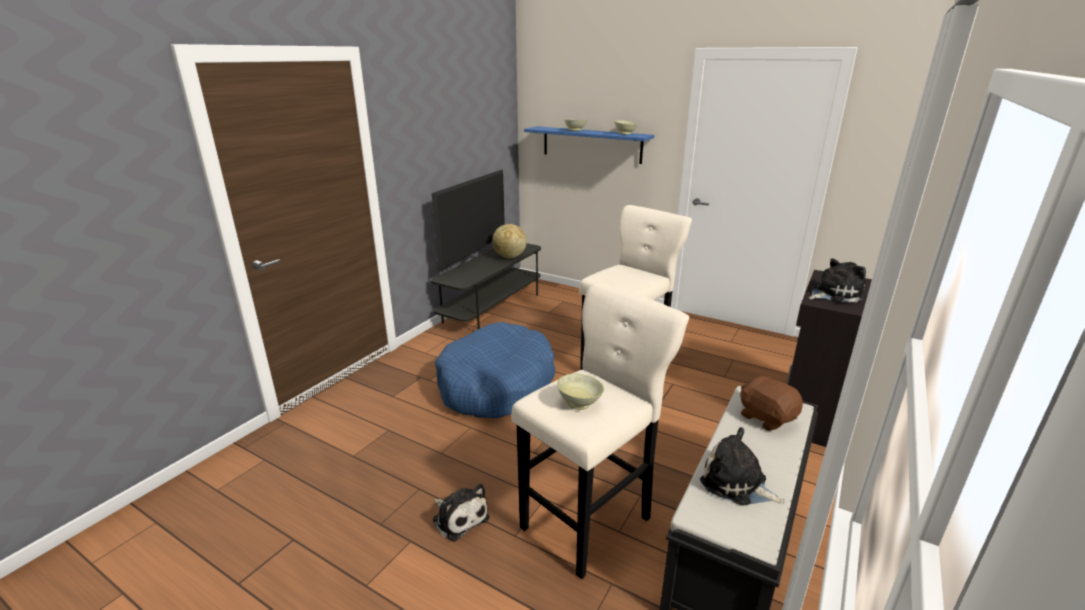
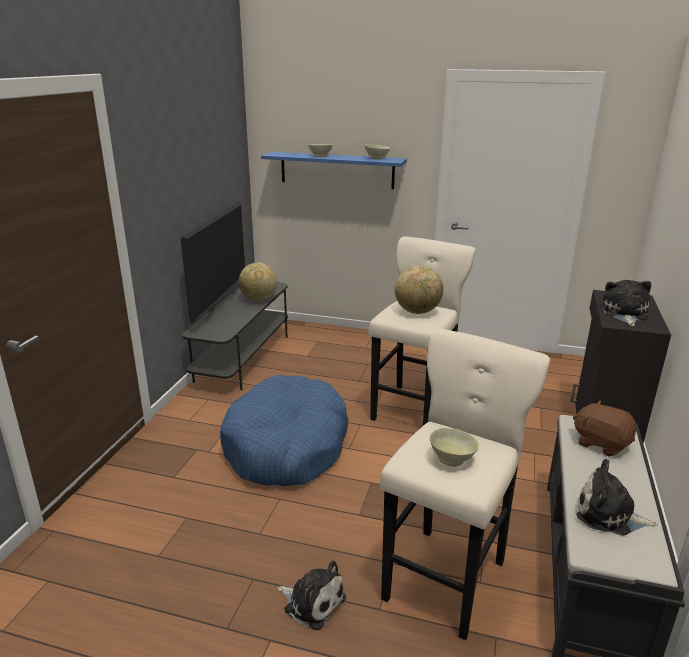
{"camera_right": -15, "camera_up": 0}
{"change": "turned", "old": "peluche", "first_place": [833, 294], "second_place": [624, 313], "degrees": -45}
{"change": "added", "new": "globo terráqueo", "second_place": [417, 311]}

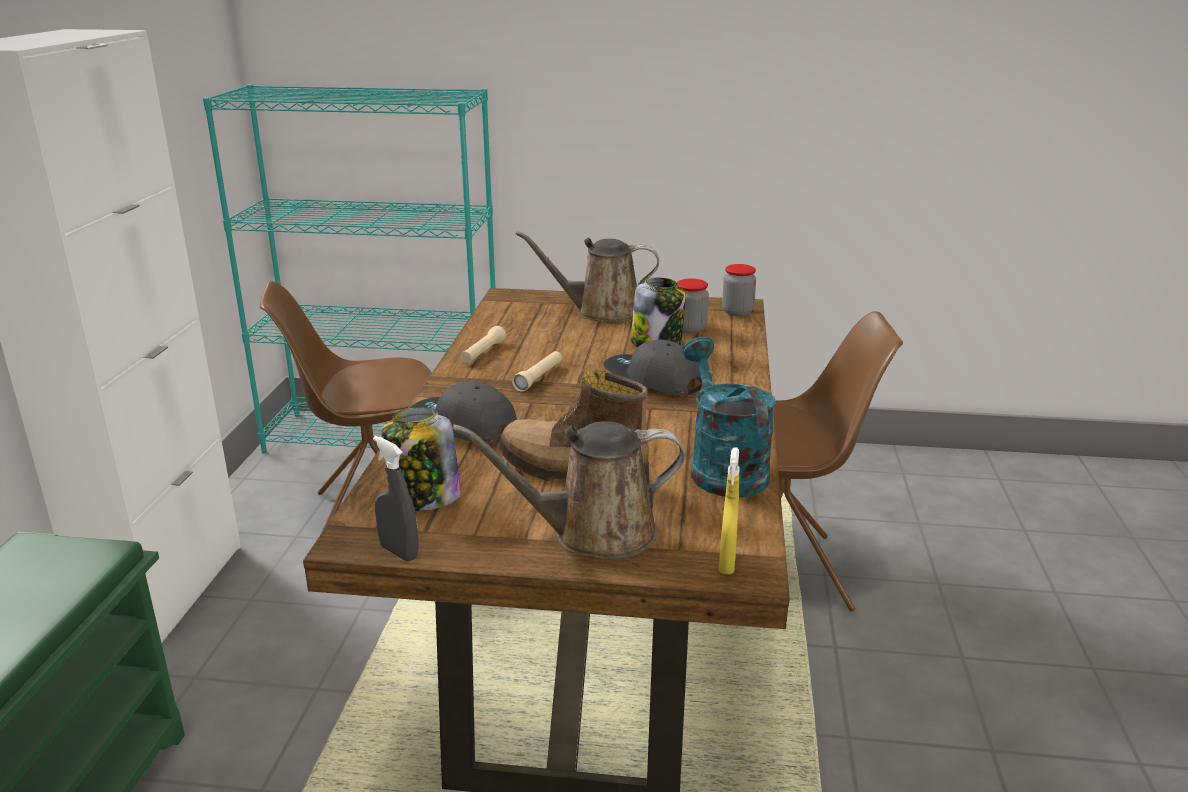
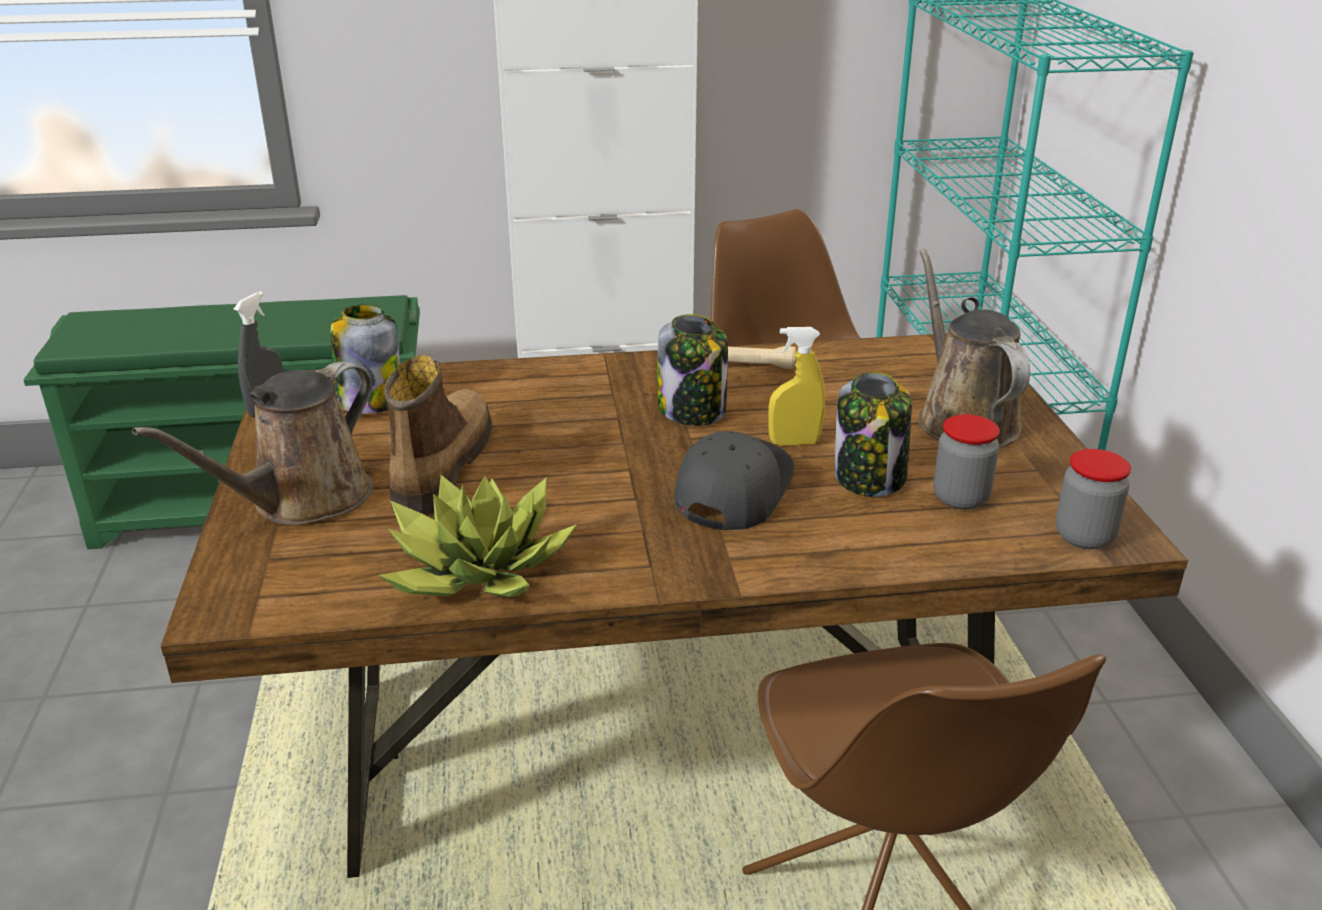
{"camera_right": 75, "camera_up": 5}
{"change": "replaced", "old": "regadera (turquesa)", "new": "planta en maceta", "first_place": [722, 467], "second_place": [474, 571]}
{"change": "replaced", "old": "linterna (beis)", "new": "tarro", "first_place": [539, 377], "second_place": [693, 410]}
{"change": "removed", "old": "gorra (gris)", "first_place": [463, 426]}
{"change": "turned", "old": "regadera (marrón)", "first_place": [593, 533], "second_place": [302, 501], "degrees": -120}
{"change": "moved", "old": "pulverizador (amarillo)", "first_place": [727, 563], "second_place": [794, 443]}

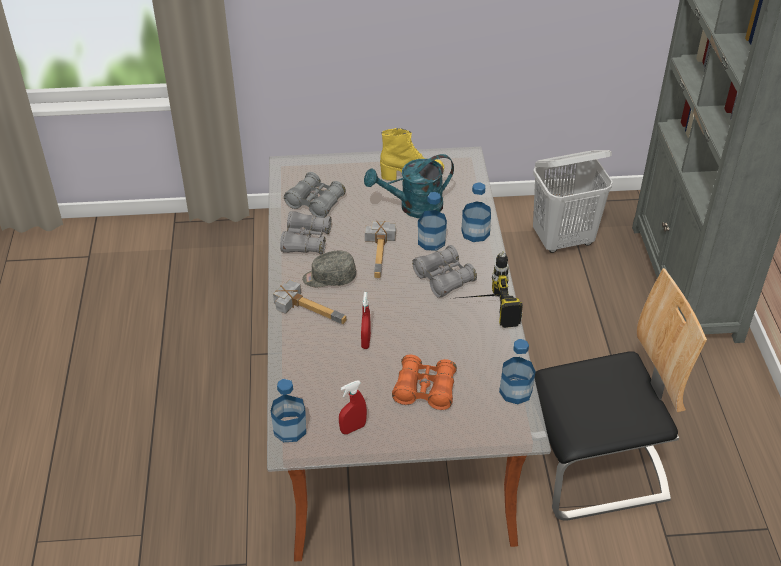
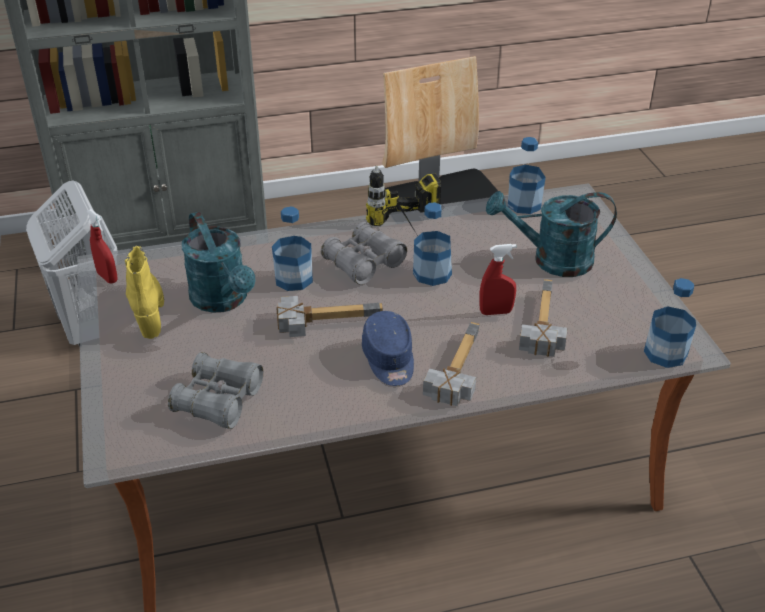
{"camera_right": -100, "camera_up": -5}
{"change": "moved", "old": "botella", "first_place": [475, 232], "second_place": [432, 273]}
{"change": "removed", "old": "prismáticos (gris)", "first_place": [306, 241]}
{"change": "recoloured", "old": "gorra (gris)", "new": "gorra (azul)", "first_place": [329, 278], "second_place": [389, 360]}
{"change": "replaced", "old": "prismáticos (naranja)", "new": "regadera (turquesa)", "first_place": [425, 390], "second_place": [551, 260]}
{"change": "moved", "old": "pulverizador (rojo)", "first_place": [353, 428], "second_place": [107, 277]}
{"change": "added", "new": "martillo", "second_place": [537, 323]}

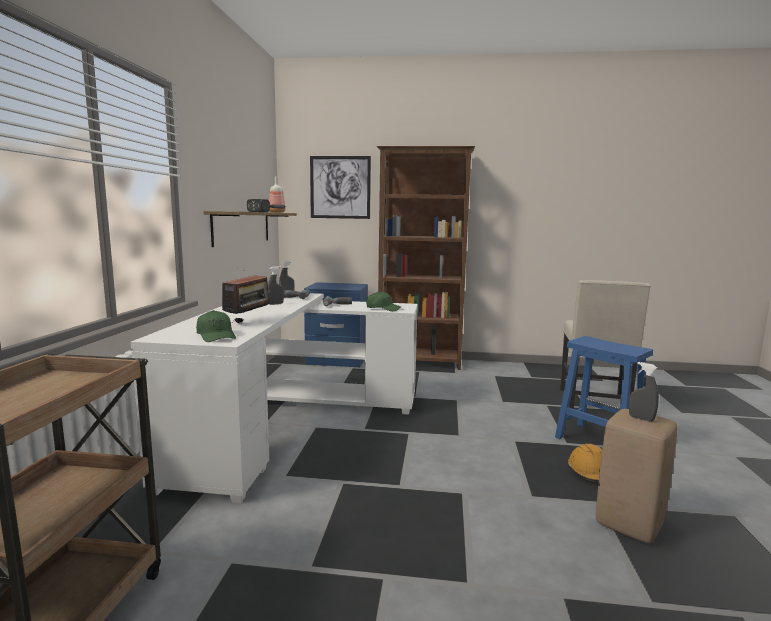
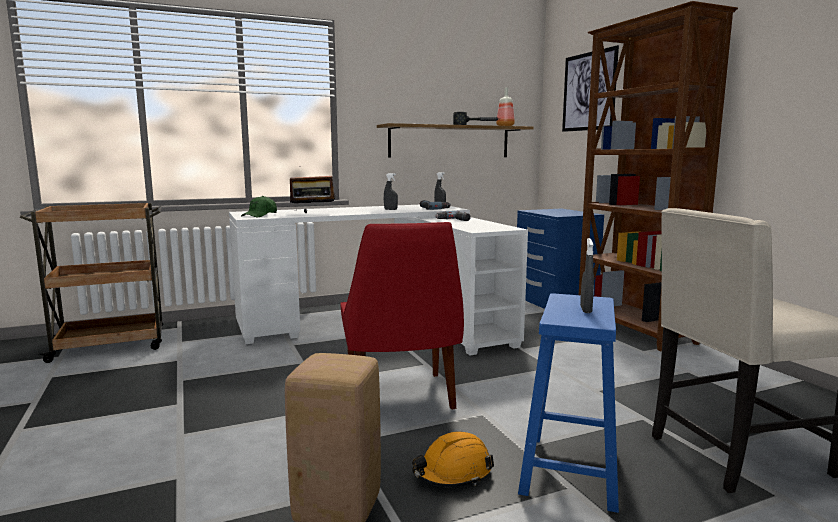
{"camera_right": 60, "camera_up": 0}
{"change": "removed", "old": "gorra (verde)", "first_place": [383, 308]}
{"change": "moved", "old": "pulverizador (gris)", "first_place": [641, 418], "second_place": [586, 310]}
{"change": "added", "new": "silla (rojo)", "second_place": [400, 397]}

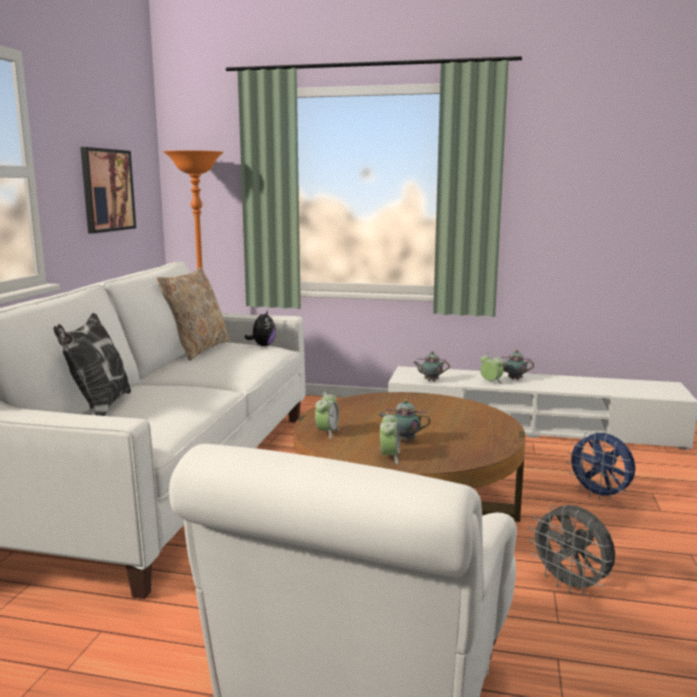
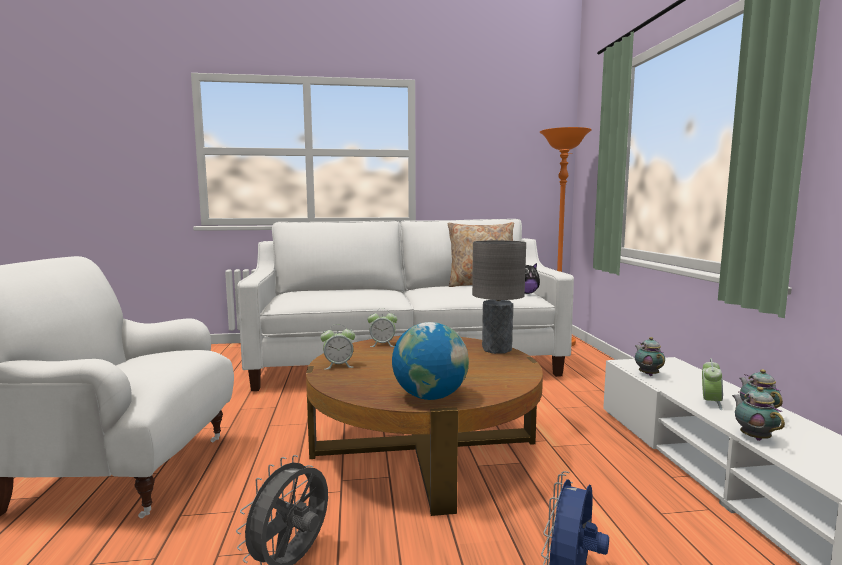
{"camera_right": 70, "camera_up": -5}
{"change": "removed", "old": "cuadro", "first_place": [107, 190]}
{"change": "removed", "old": "cojín", "first_place": [99, 408]}
{"change": "moved", "old": "tetera", "first_place": [403, 441], "second_place": [753, 437]}
{"change": "added", "new": "lámpara de mesa (gris)", "second_place": [497, 350]}
{"change": "added", "new": "globo terráqueo", "second_place": [430, 397]}

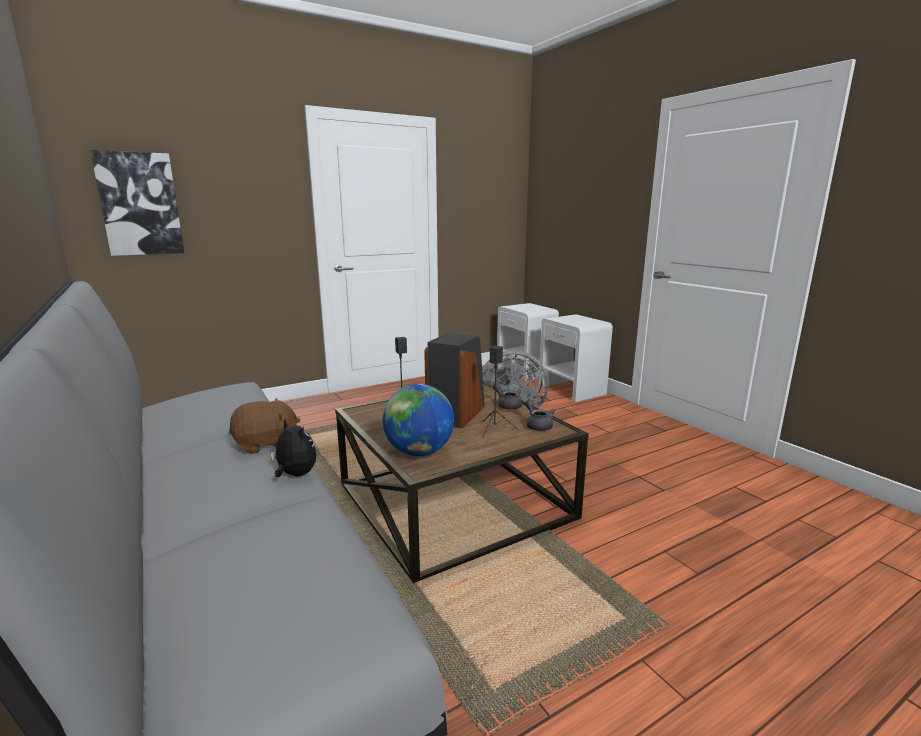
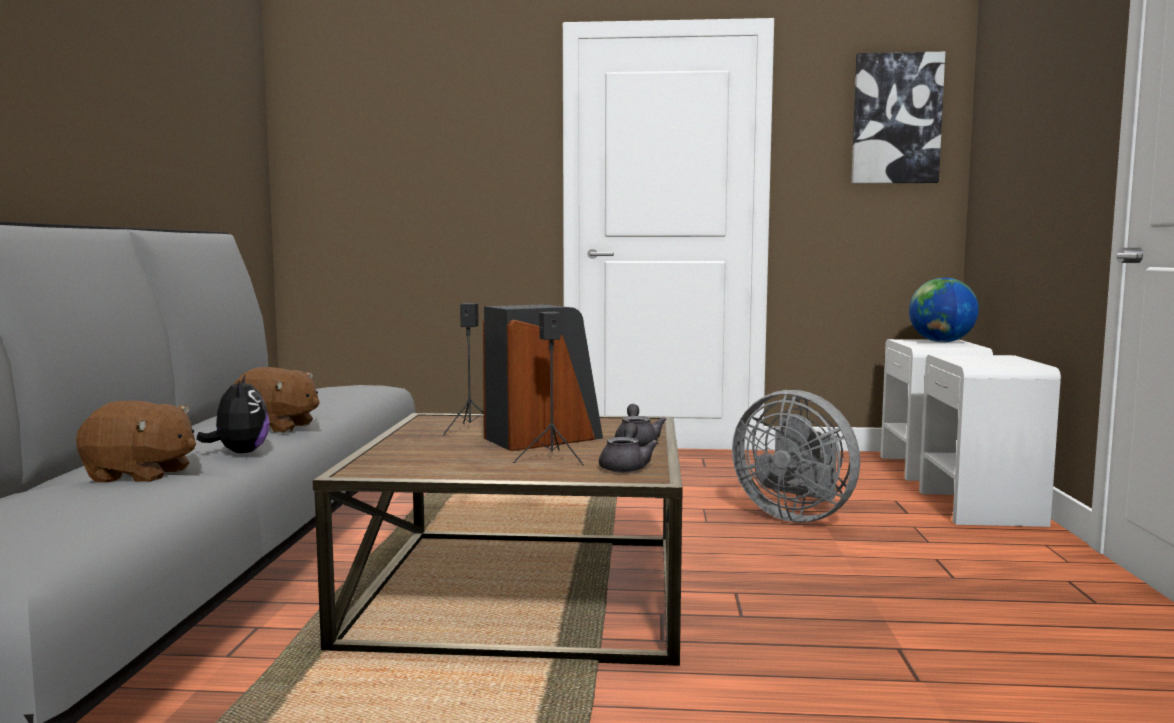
{"camera_right": 35, "camera_up": -10}
{"change": "moved", "old": "cuadro", "first_place": [140, 204], "second_place": [896, 119]}
{"change": "moved", "old": "globo terráqueo", "first_place": [419, 452], "second_place": [941, 342]}
{"change": "added", "new": "peluche (marrón)", "second_place": [140, 476]}

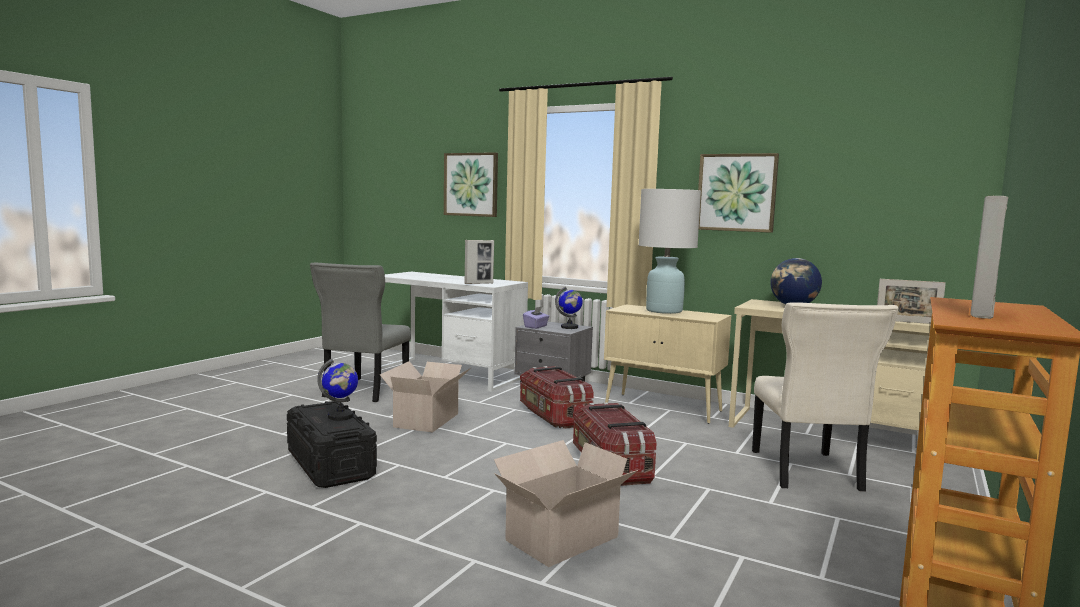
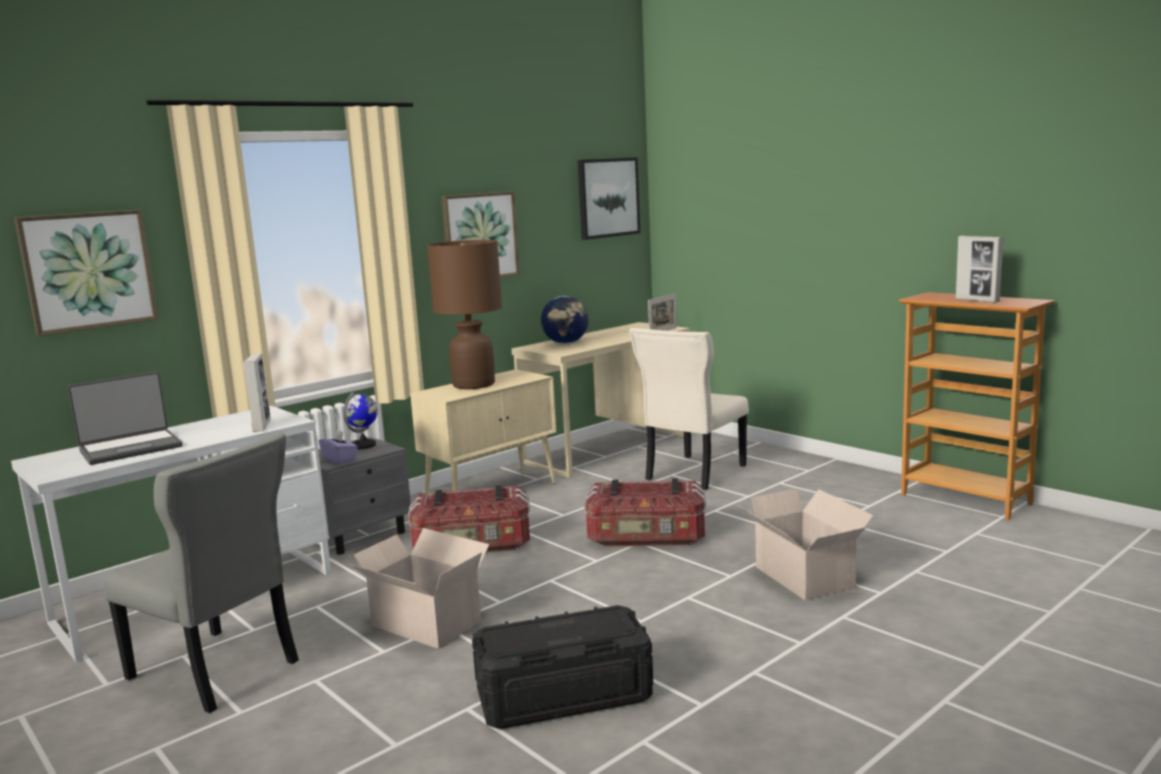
{"camera_right": -70, "camera_up": 5}
{"change": "recoloured", "old": "lámpara de mesa (blanco)", "new": "lámpara de mesa (marrón)", "first_place": [664, 311], "second_place": [474, 384]}
{"change": "turned", "old": "silla (beis)", "first_place": [806, 472], "second_place": [693, 474], "degrees": 105}
{"change": "removed", "old": "globo terráqueo", "first_place": [340, 417]}
{"change": "added", "new": "cuadro", "second_place": [607, 197]}
{"change": "added", "new": "portátil", "second_place": [131, 448]}

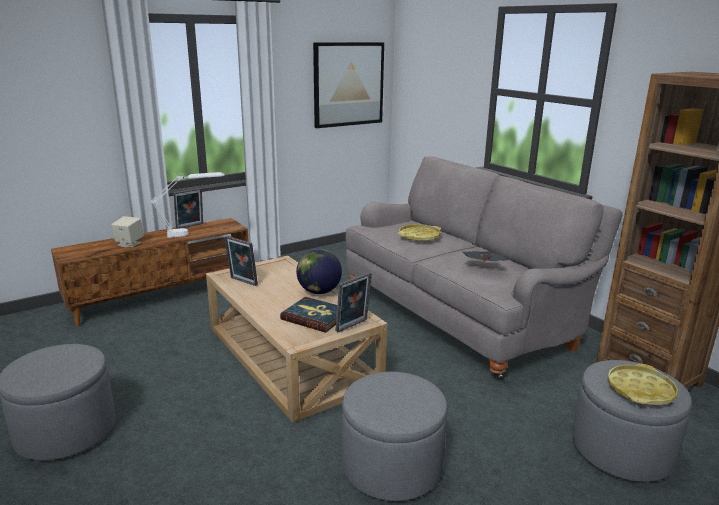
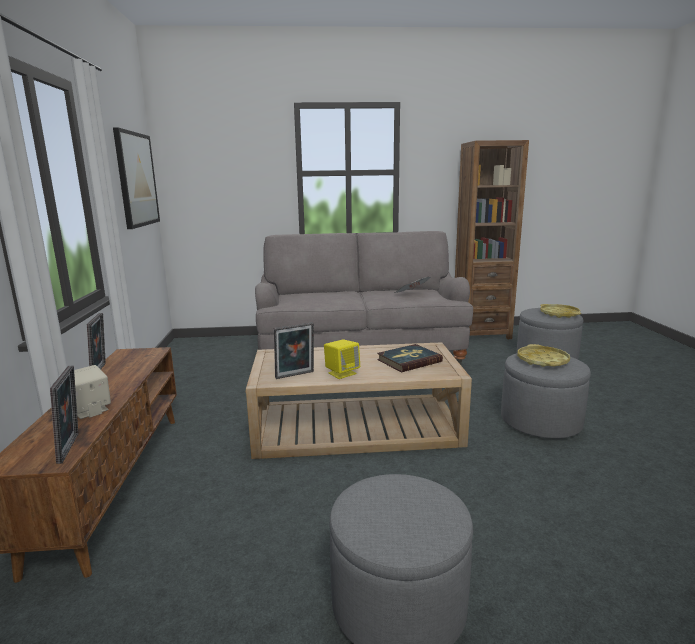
{"camera_right": -60, "camera_up": -5}
{"change": "removed", "old": "lámpara de mesa (blanco)", "first_place": [192, 233]}
{"change": "moved", "old": "bandeja (amarillo)", "first_place": [419, 236], "second_place": [542, 360]}
{"change": "removed", "old": "globo terráqueo", "first_place": [319, 291]}
{"change": "moved", "old": "portarretratos", "first_place": [353, 326], "second_place": [72, 447]}
{"change": "added", "new": "altavoz (amarillo)", "second_place": [342, 373]}

